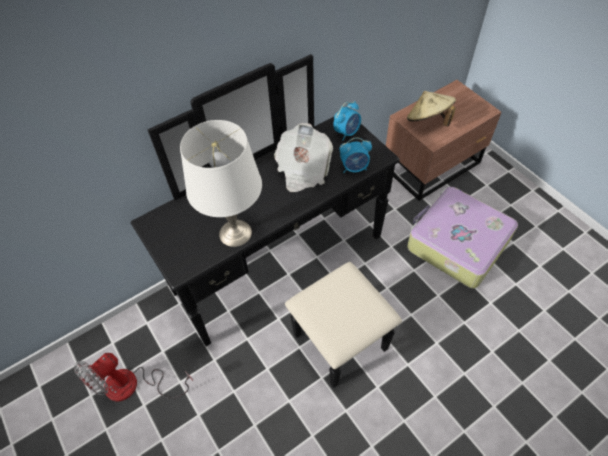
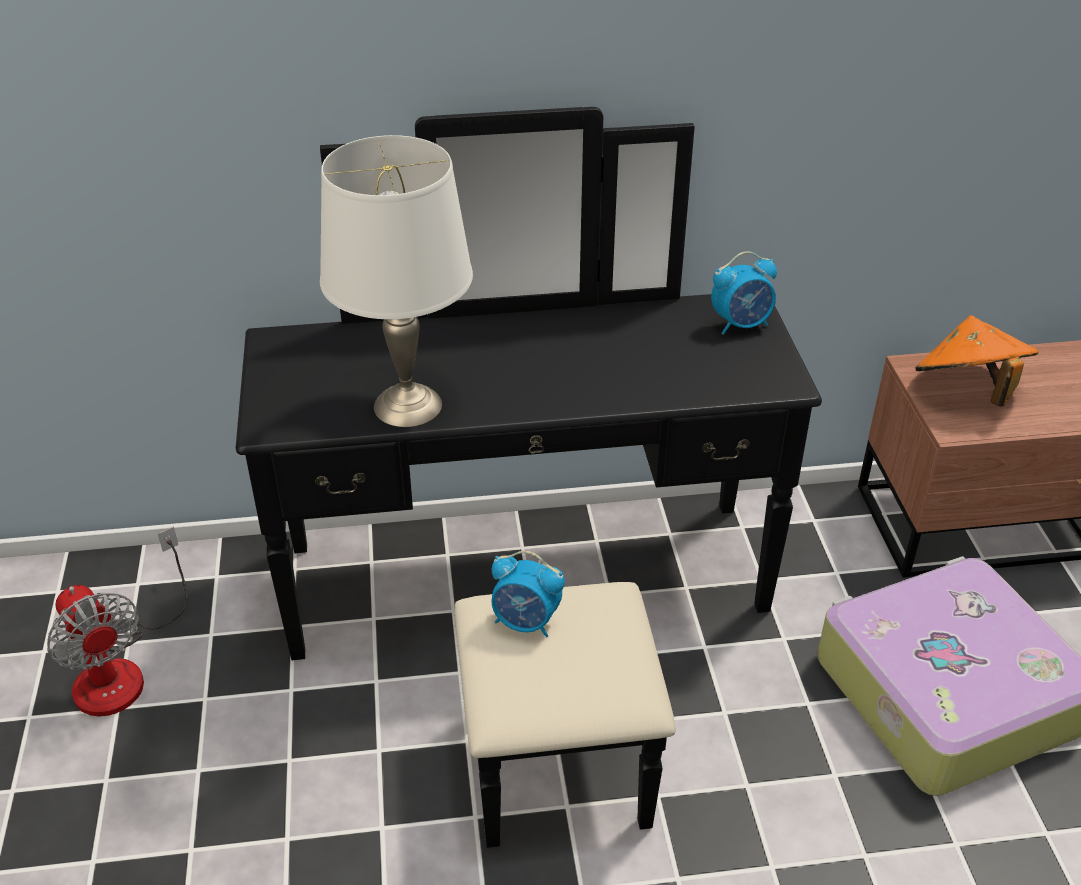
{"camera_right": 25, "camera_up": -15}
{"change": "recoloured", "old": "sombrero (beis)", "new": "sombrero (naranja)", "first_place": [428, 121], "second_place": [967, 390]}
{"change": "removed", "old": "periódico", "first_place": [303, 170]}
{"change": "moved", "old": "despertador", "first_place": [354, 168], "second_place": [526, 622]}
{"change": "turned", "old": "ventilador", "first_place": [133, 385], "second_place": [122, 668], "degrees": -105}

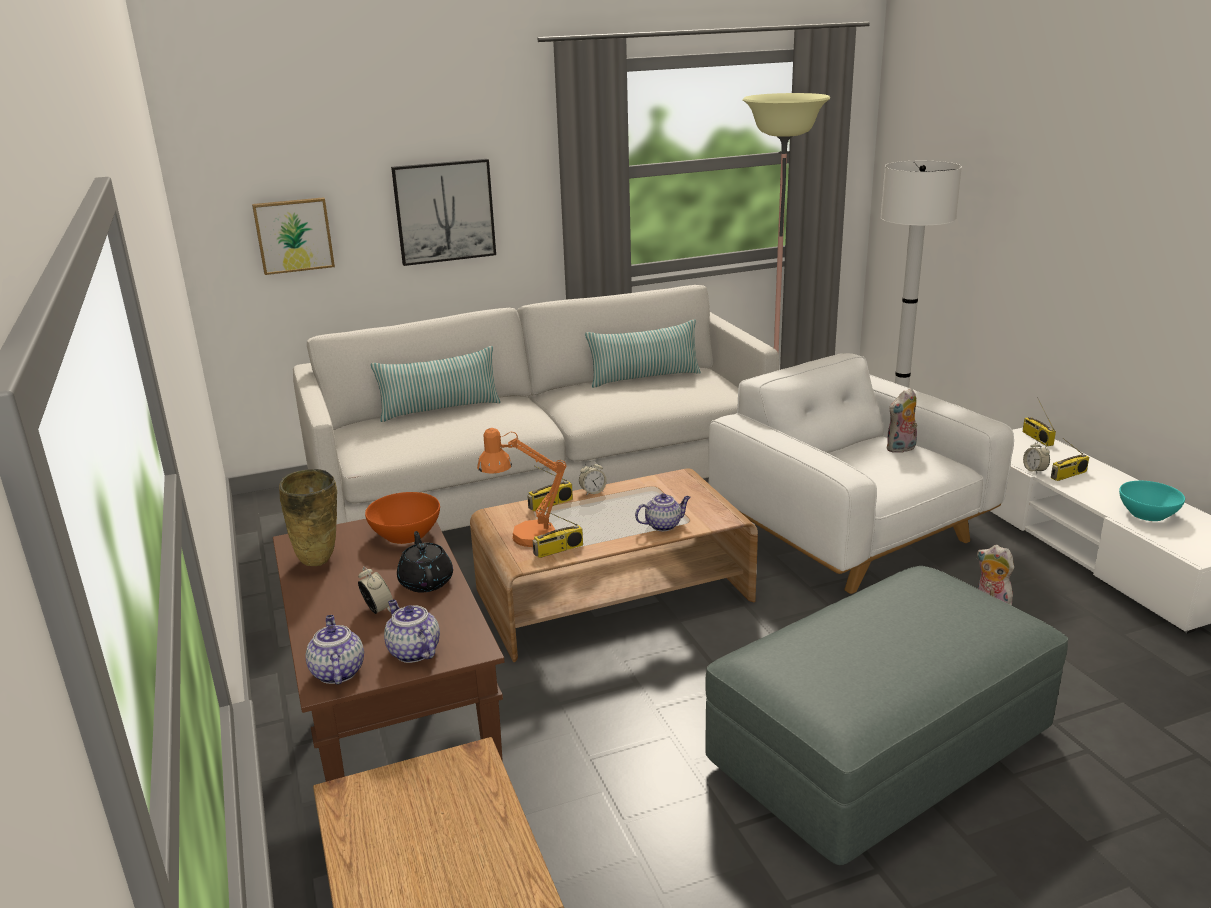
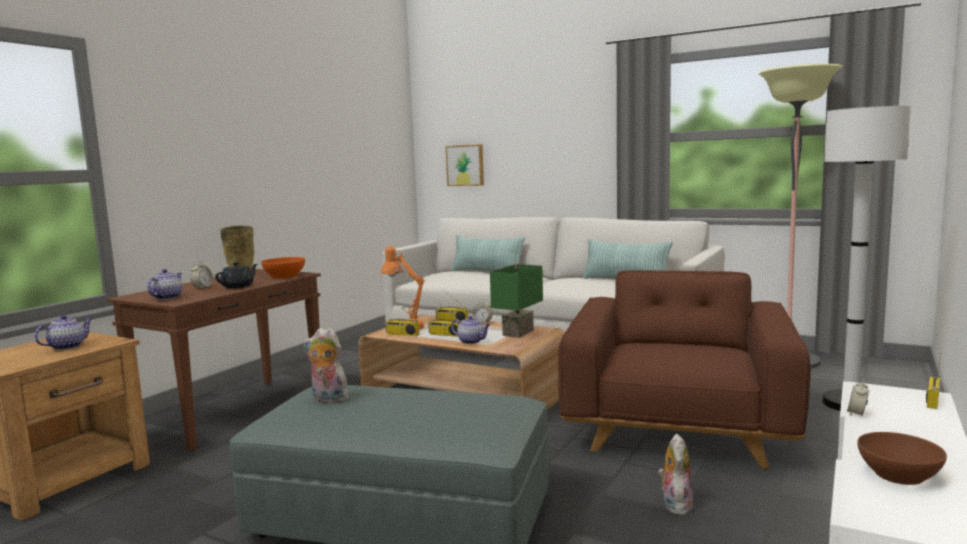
{"camera_right": 50, "camera_up": -15}
{"change": "removed", "old": "cuadro", "first_place": [444, 211]}
{"change": "recoloured", "old": "sillón (blanco)", "new": "sillón (marrón)", "first_place": [850, 533], "second_place": [678, 427]}
{"change": "moved", "old": "peluche", "first_place": [901, 449], "second_place": [328, 400]}
{"change": "moved", "old": "radio", "first_place": [1068, 475], "second_place": [445, 335]}
{"change": "recoloured", "old": "cuenco (turquesa)", "new": "cuenco (marrón)", "first_place": [1147, 513], "second_place": [898, 474]}
{"change": "moved", "old": "tetera", "first_place": [337, 672], "second_place": [67, 346]}
{"change": "added", "new": "lámpara de mesa (verde)", "second_place": [517, 333]}

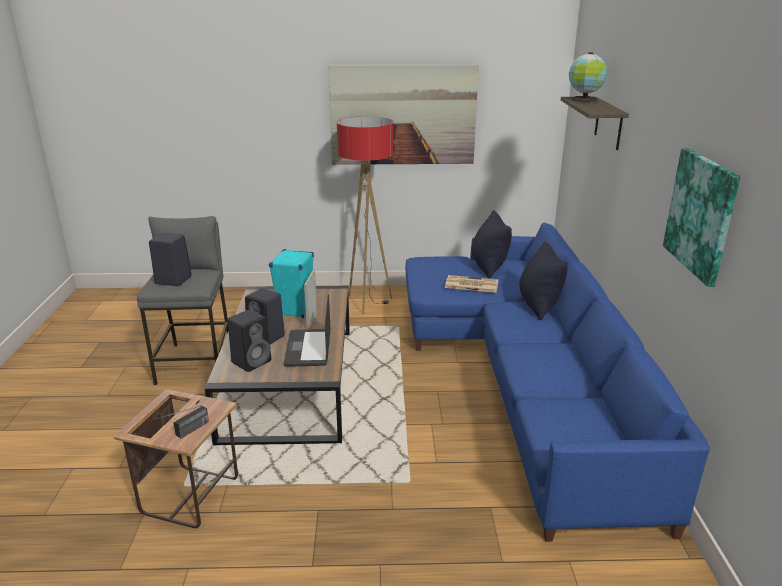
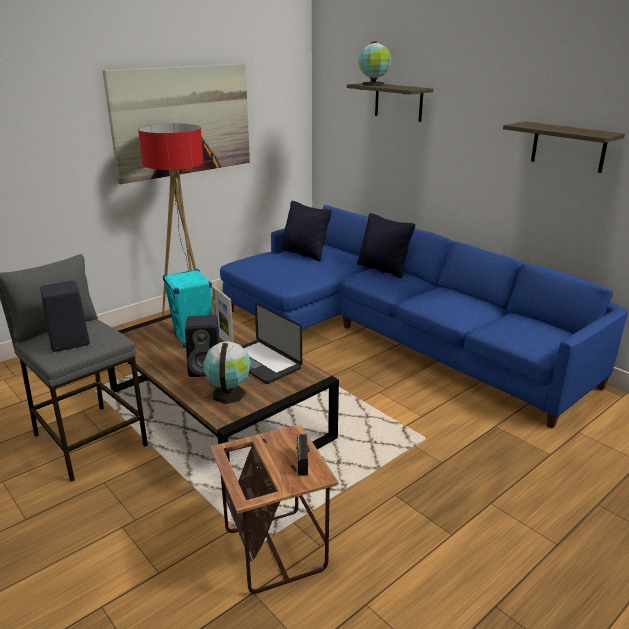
{"camera_right": -40, "camera_up": 0}
{"change": "replaced", "old": "cuadro", "new": "estante", "first_place": [701, 214], "second_place": [568, 147]}
{"change": "removed", "old": "periódico", "first_place": [470, 284]}
{"change": "replaced", "old": "altavoz (negro)", "new": "globo terráqueo", "first_place": [252, 361], "second_place": [228, 393]}

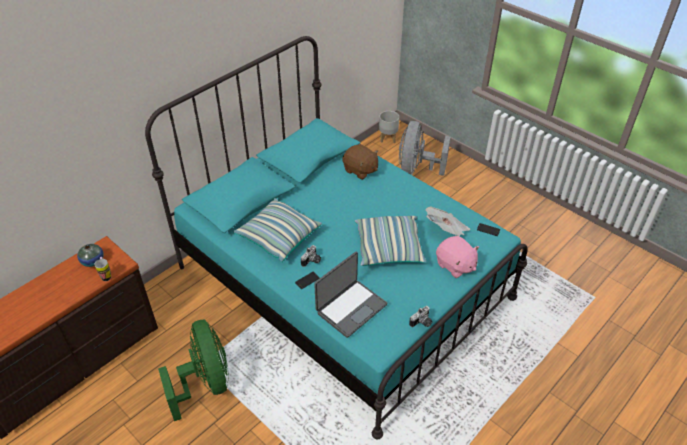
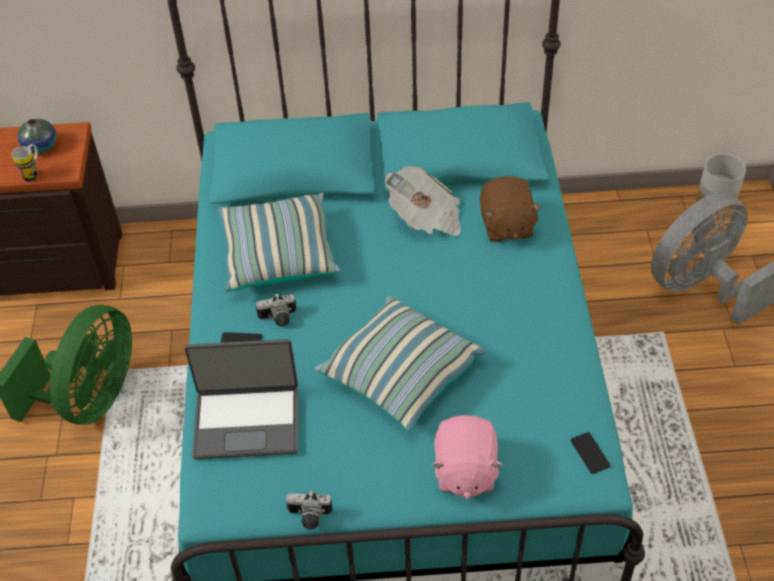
{"camera_right": 45, "camera_up": 5}
{"change": "moved", "old": "periódico", "first_place": [446, 230], "second_place": [425, 217]}

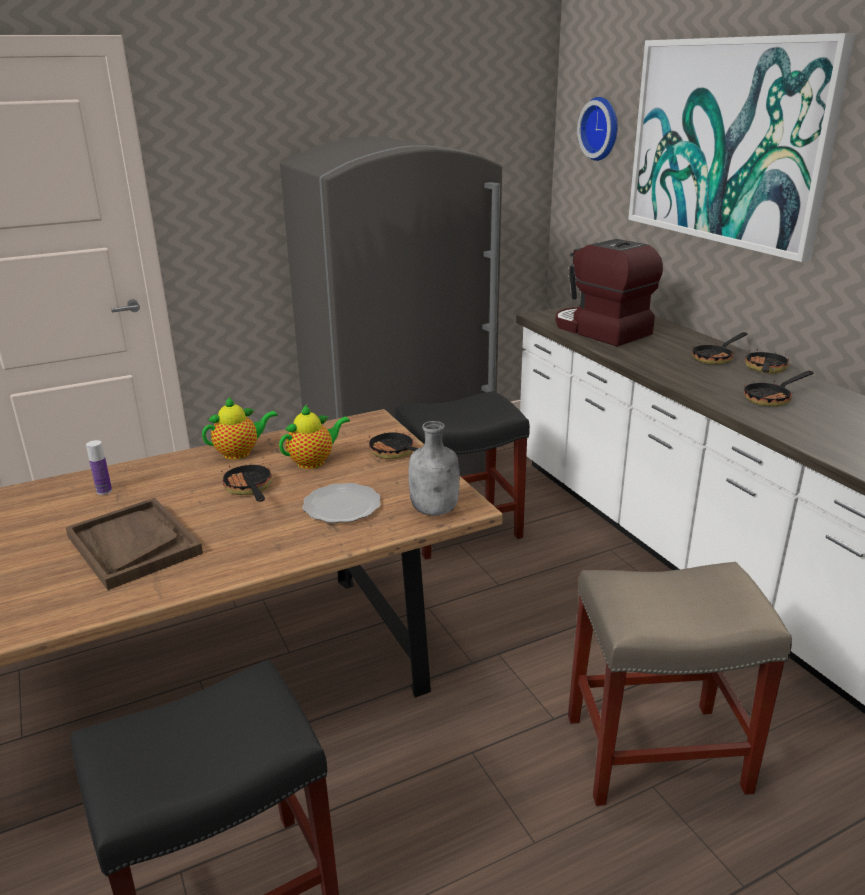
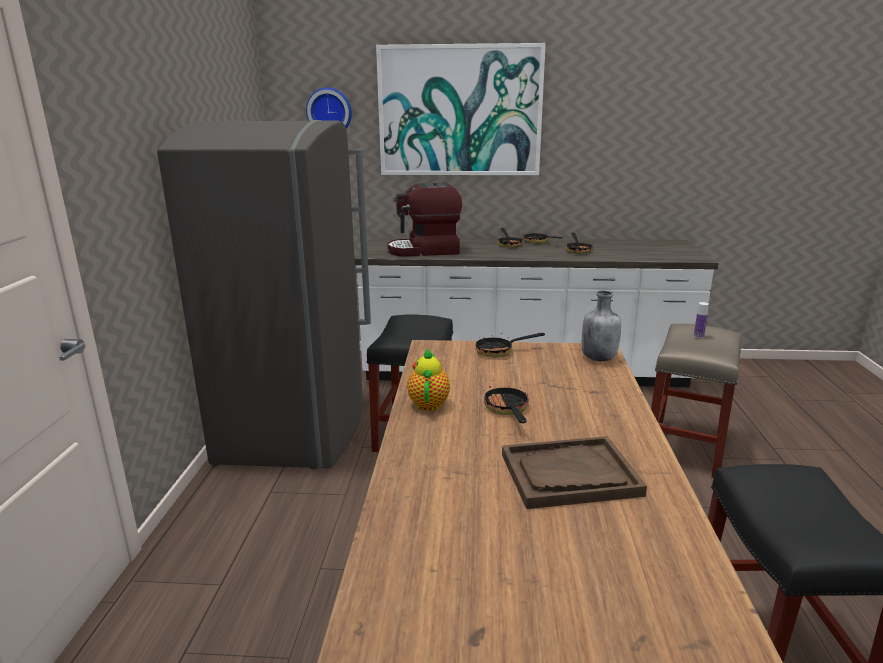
{"camera_right": -60, "camera_up": -5}
{"change": "removed", "old": "tetera", "first_place": [314, 462]}
{"change": "moved", "old": "botella", "first_place": [104, 491], "second_place": [698, 336]}
{"change": "turned", "old": "sartén", "first_place": [249, 489], "second_place": [507, 410], "degrees": 75}
{"change": "removed", "old": "plato", "first_place": [343, 506]}

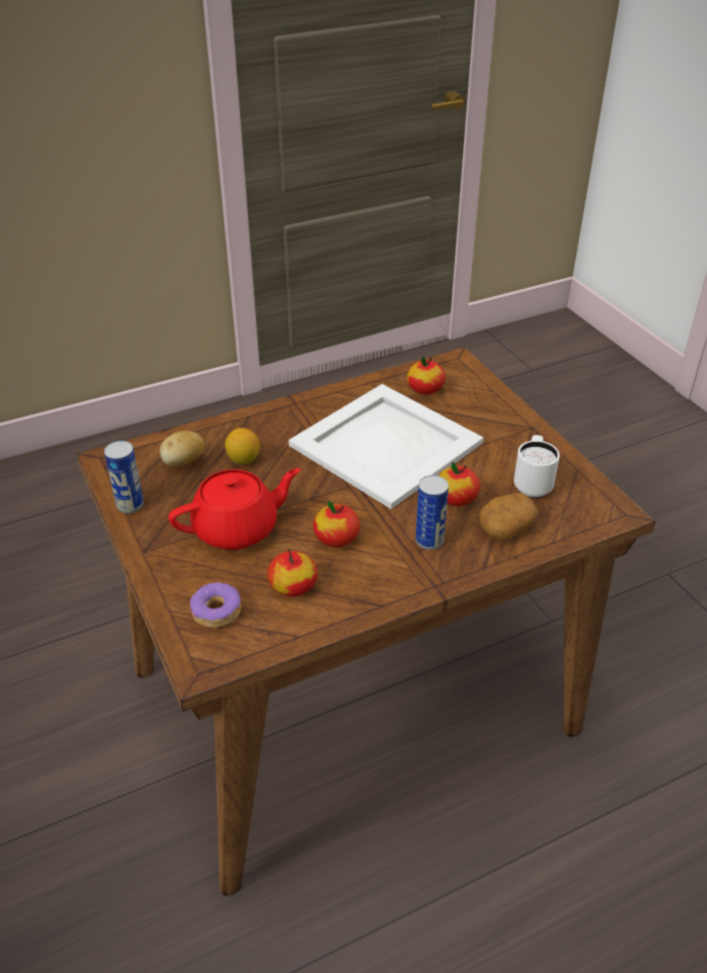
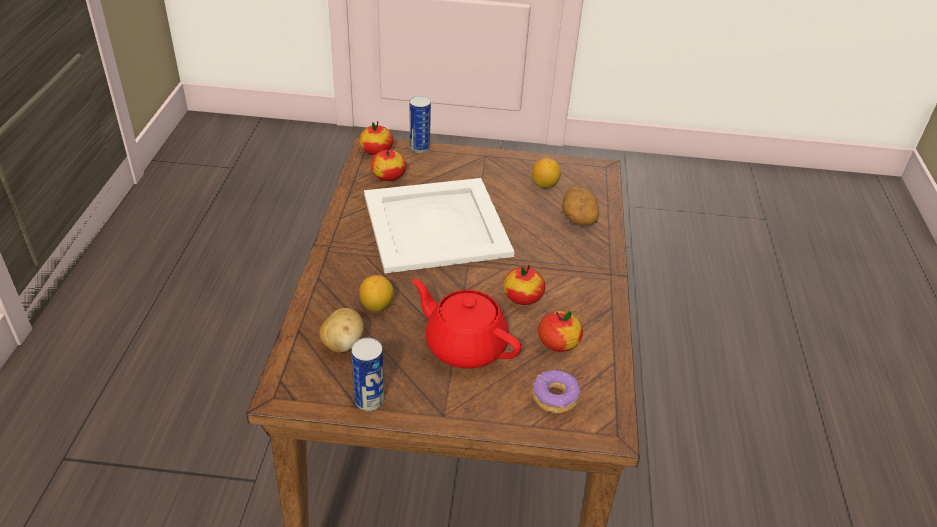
{"camera_right": -60, "camera_up": 0}
{"change": "replaced", "old": "taza grande (blanco)", "new": "limón", "first_place": [532, 484], "second_place": [545, 185]}
{"change": "moved", "old": "manzana", "first_place": [456, 498], "second_place": [376, 151]}
{"change": "turned", "old": "tetera (rojo)", "first_place": [237, 529], "second_place": [464, 345], "degrees": -60}
{"change": "moved", "old": "lata", "first_place": [429, 541], "second_place": [419, 148]}

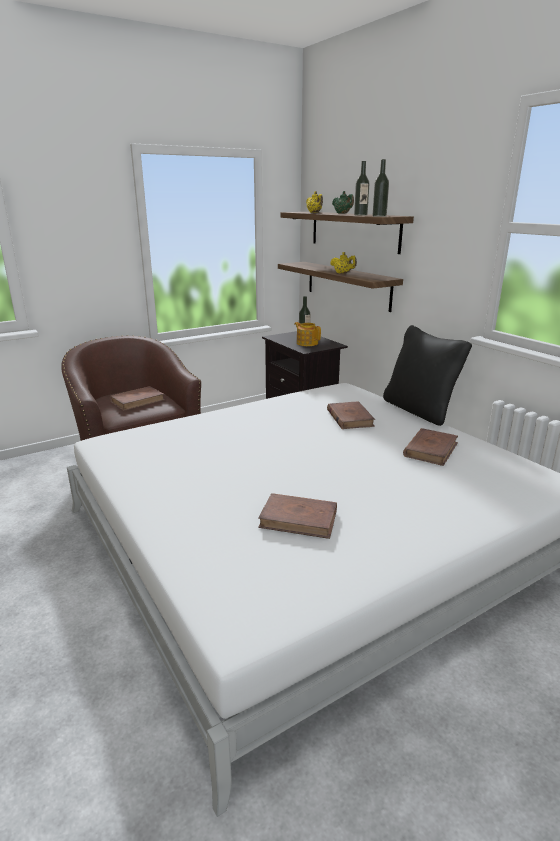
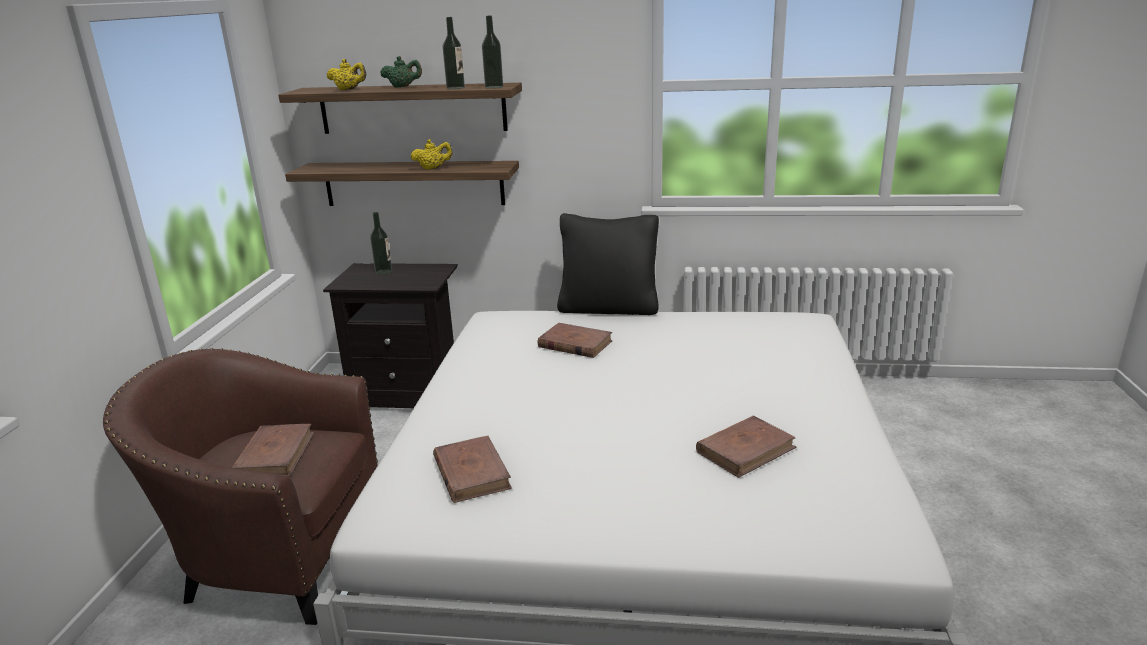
{"camera_right": -50, "camera_up": 0}
{"change": "removed", "old": "tetera", "first_place": [307, 343]}
{"change": "moved", "old": "libro (marrón)", "first_place": [430, 449], "second_place": [471, 473]}

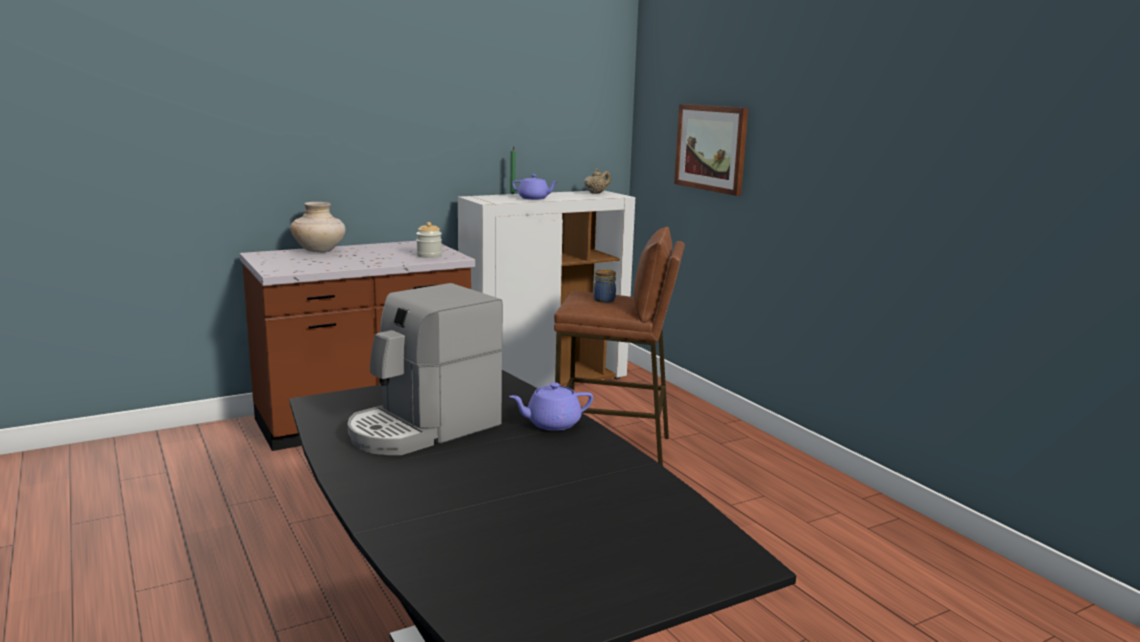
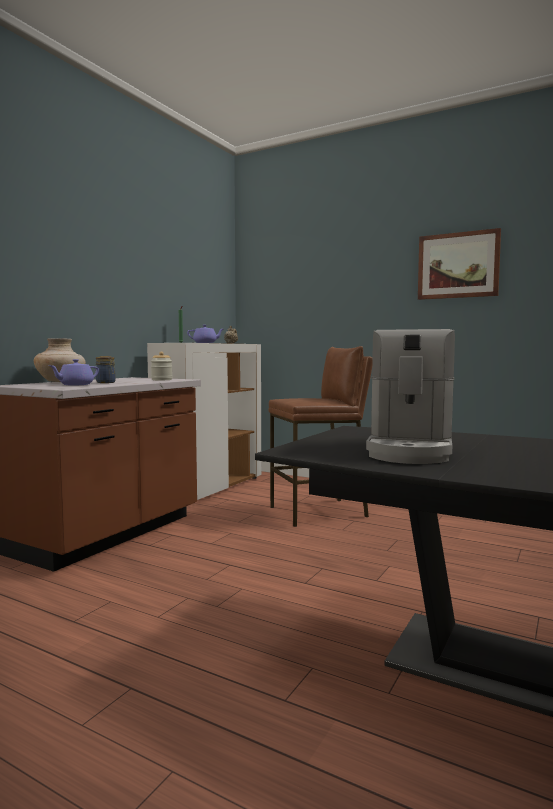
{"camera_right": -30, "camera_up": -10}
{"change": "moved", "old": "cuadro", "first_place": [711, 148], "second_place": [458, 265]}
{"change": "moved", "old": "tarro", "first_place": [604, 300], "second_place": [106, 382]}
{"change": "moved", "old": "tetera (morado)", "first_place": [551, 424], "second_place": [75, 385]}

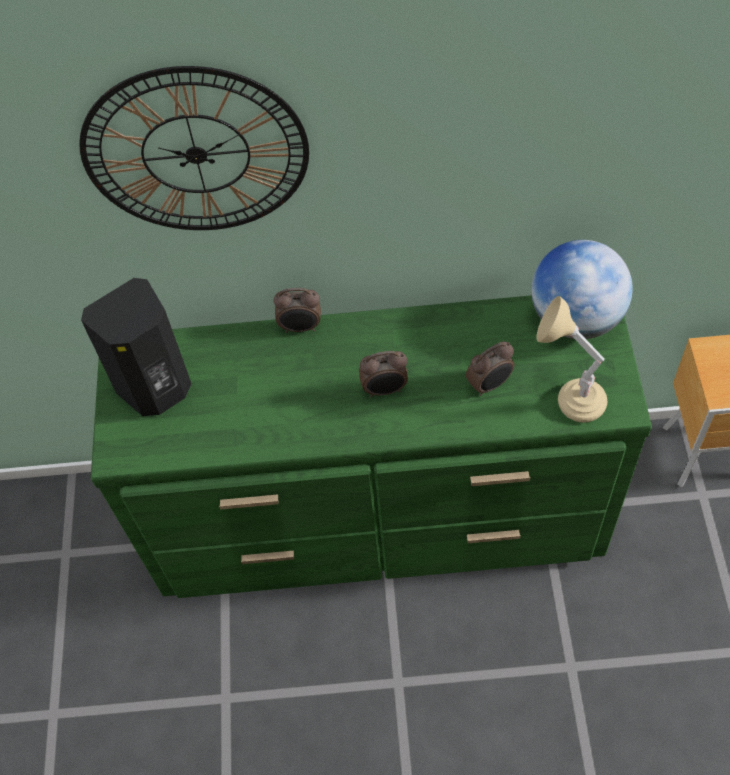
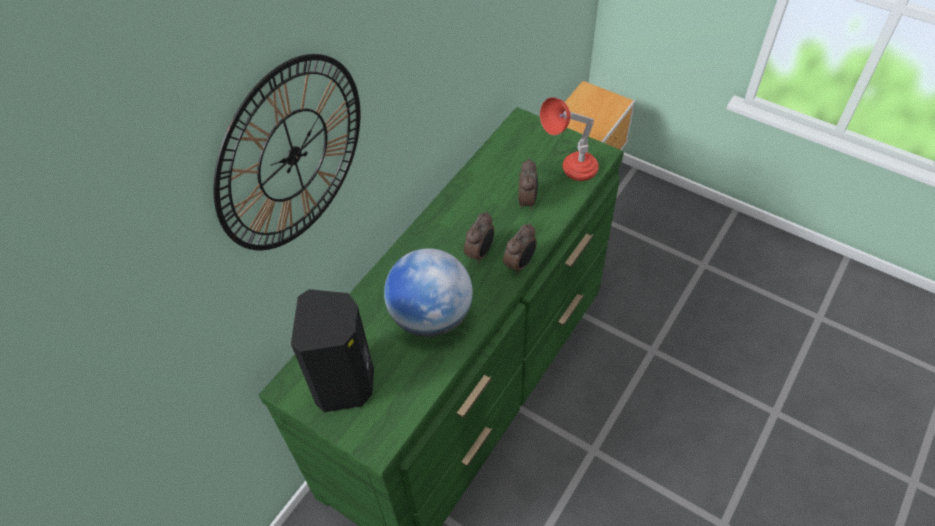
{"camera_right": -55, "camera_up": -5}
{"change": "moved", "old": "globo terráqueo", "first_place": [576, 318], "second_place": [431, 316]}
{"change": "moved", "old": "despertador", "first_place": [301, 327], "second_place": [520, 264]}
{"change": "recoloured", "old": "lámpara de mesa (beis)", "new": "lámpara de mesa (rojo)", "first_place": [568, 396], "second_place": [570, 171]}

